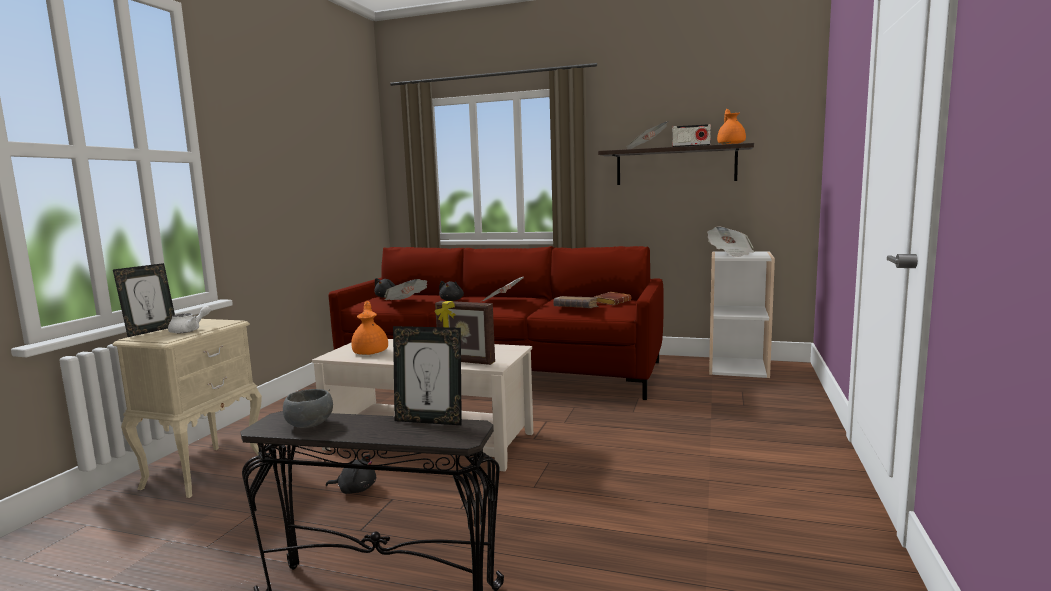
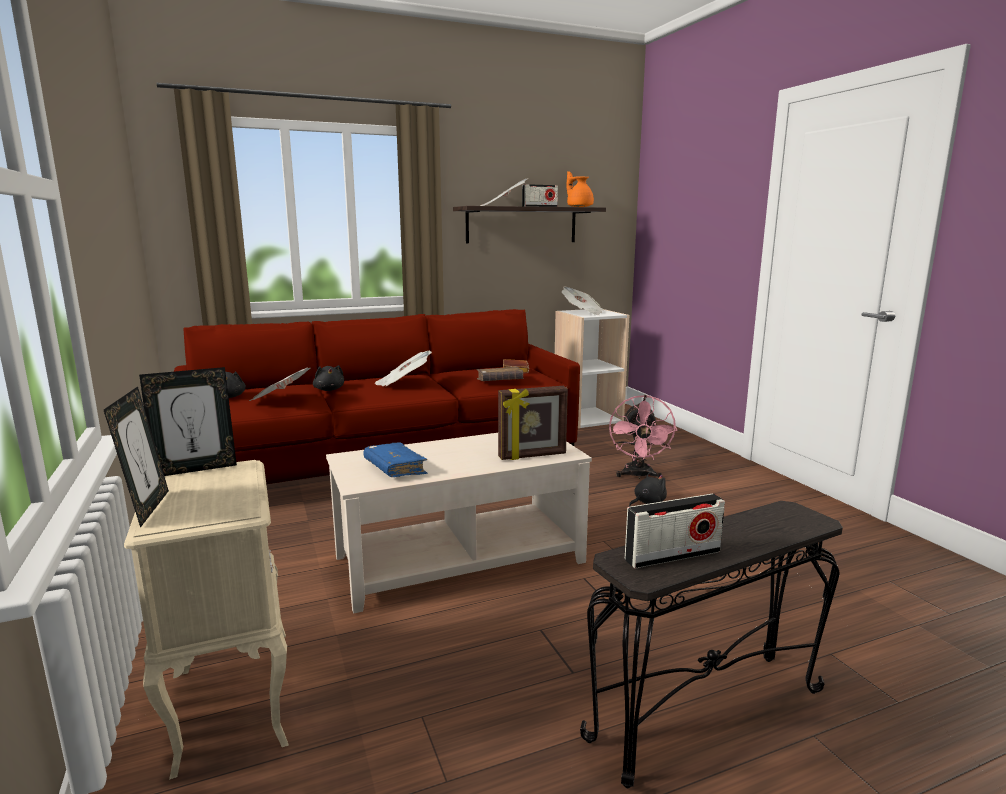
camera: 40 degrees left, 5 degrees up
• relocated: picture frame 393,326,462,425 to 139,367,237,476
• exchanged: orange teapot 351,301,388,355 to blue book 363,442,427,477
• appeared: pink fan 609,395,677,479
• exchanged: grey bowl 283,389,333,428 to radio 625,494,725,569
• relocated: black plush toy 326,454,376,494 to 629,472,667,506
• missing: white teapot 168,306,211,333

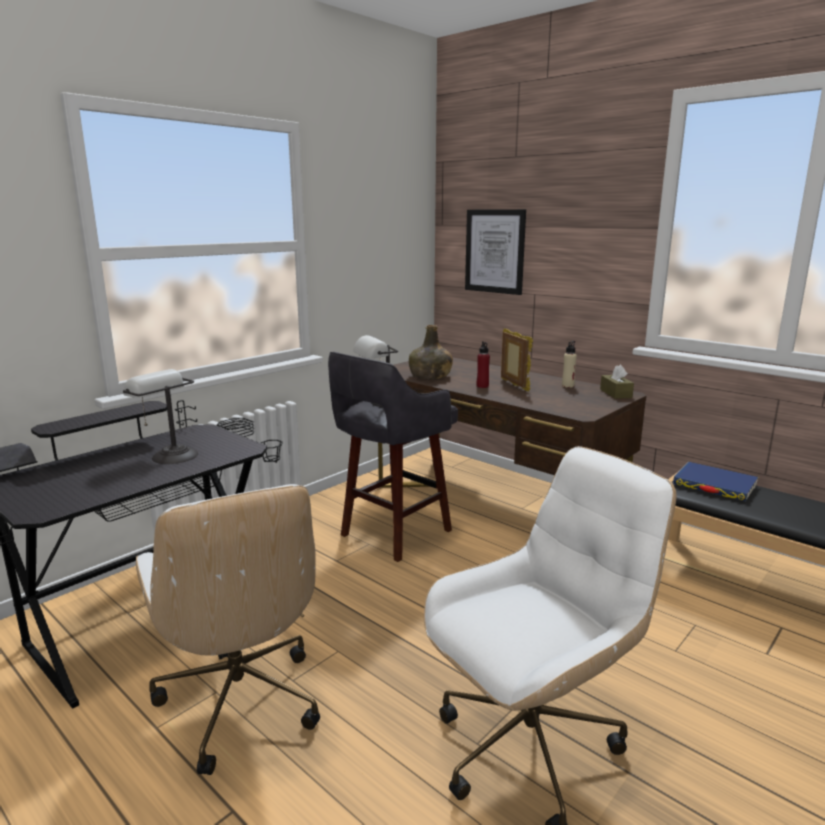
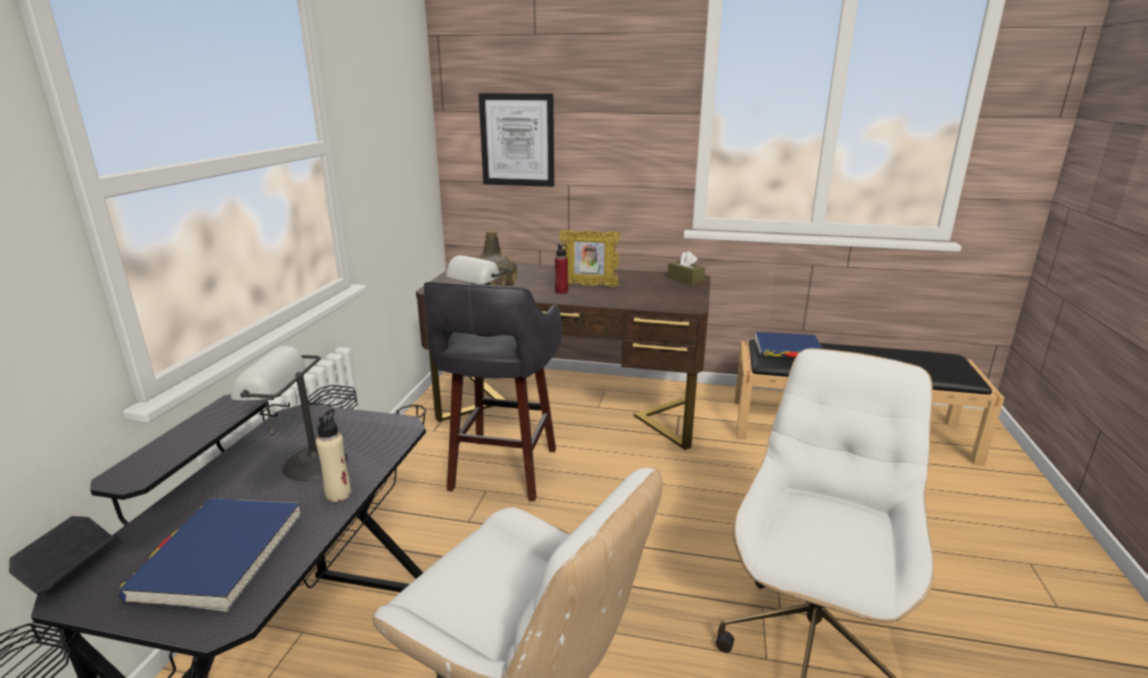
camera: 30 degrees left, 5 degrees up
• appeared: blue book 118,498,301,612
• relocated: beige bottle 562,341,577,388 to 316,409,351,502
• spun: picture frame 501,329,533,392 = 559,230,620,287 150 degrees clockwise

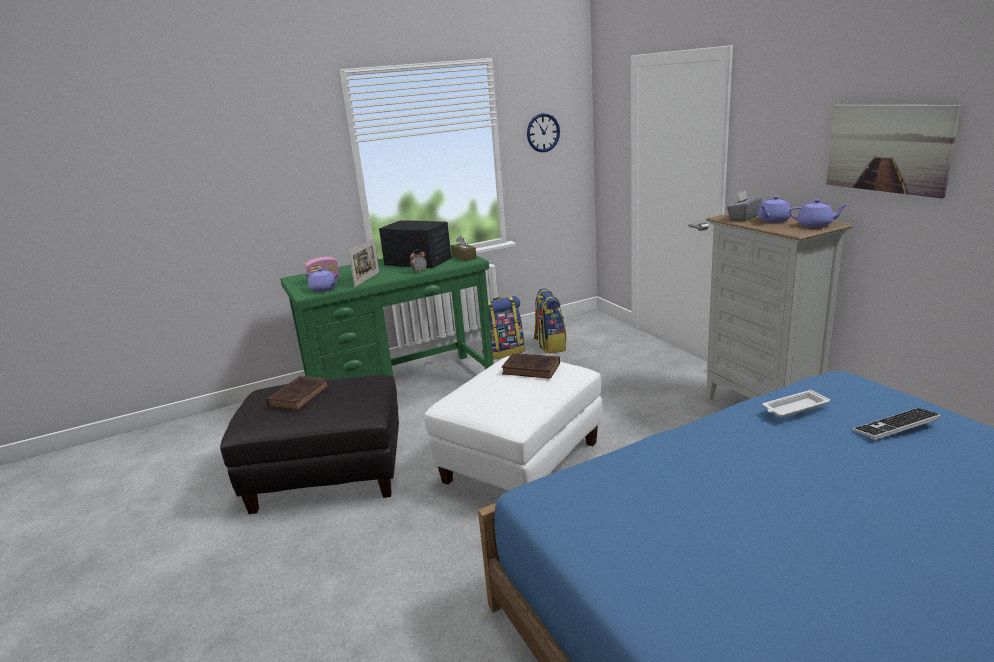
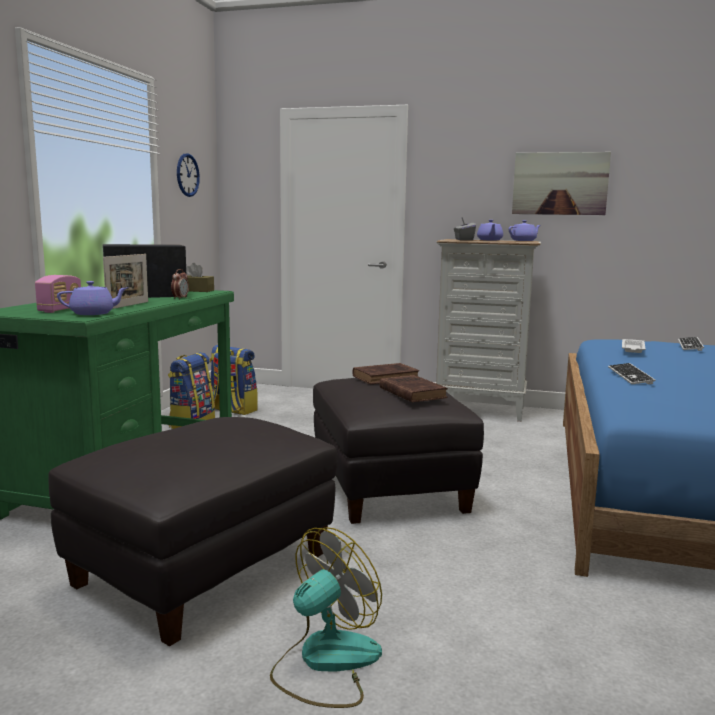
camera: 50 degrees left, 10 degrees down
• spun: picture frame 348,239,379,287 = 103,254,148,309 45 degrees clockwise
• appeared: fan 270,527,382,708
• colour: white ottoman 424,356,603,491 to black ottoman 313,378,484,524
• relocated: brown book 266,376,329,410 to 380,375,448,402
• appeared: keyboard 608,363,656,385

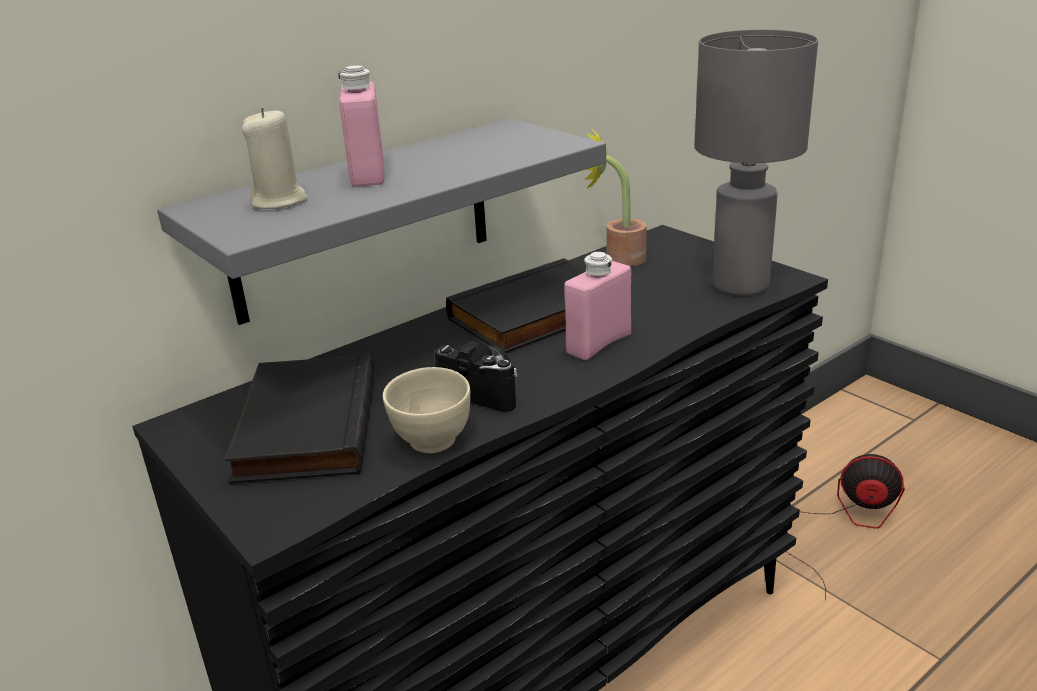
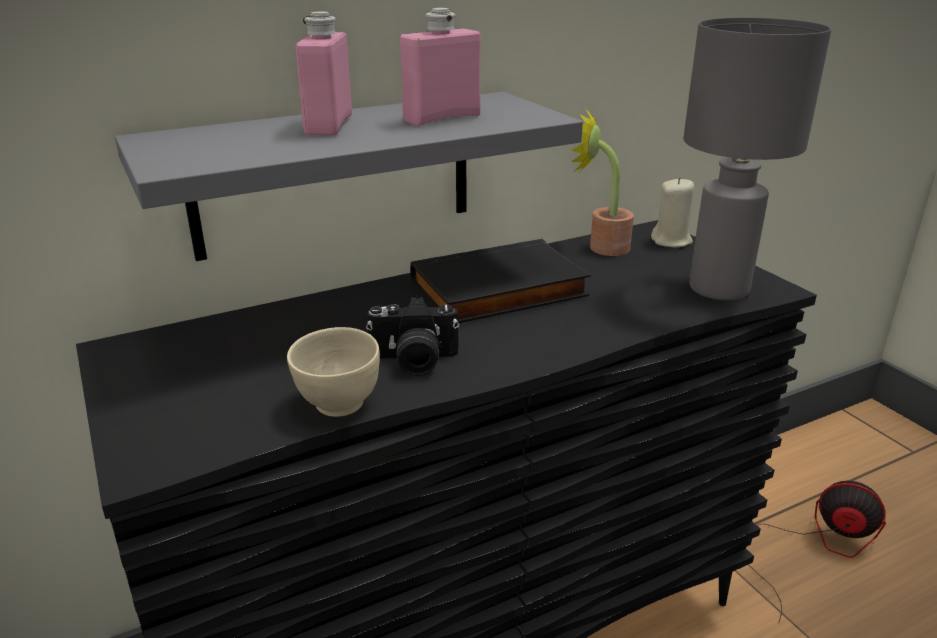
camera: 10 degrees right, 0 degrees up
• spun: photo camera 434,341,518,412 = 366,297,459,376 135 degrees clockwise
• relocated: pink bottle 564,252,632,360 to 400,8,481,126
• relocated: beige candle 242,108,308,209 to 651,177,694,247
• missing: black book 224,353,374,484

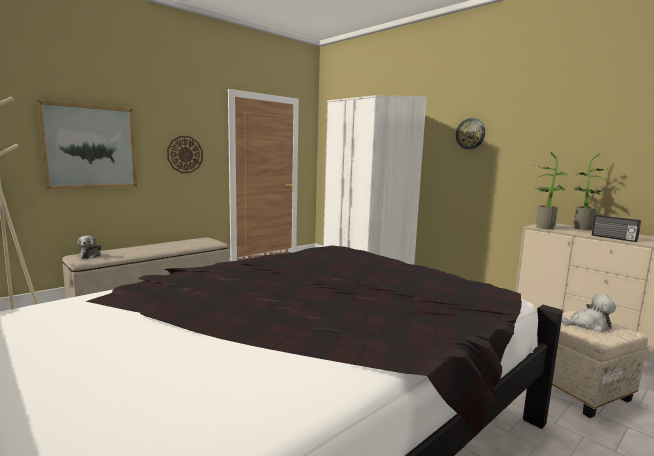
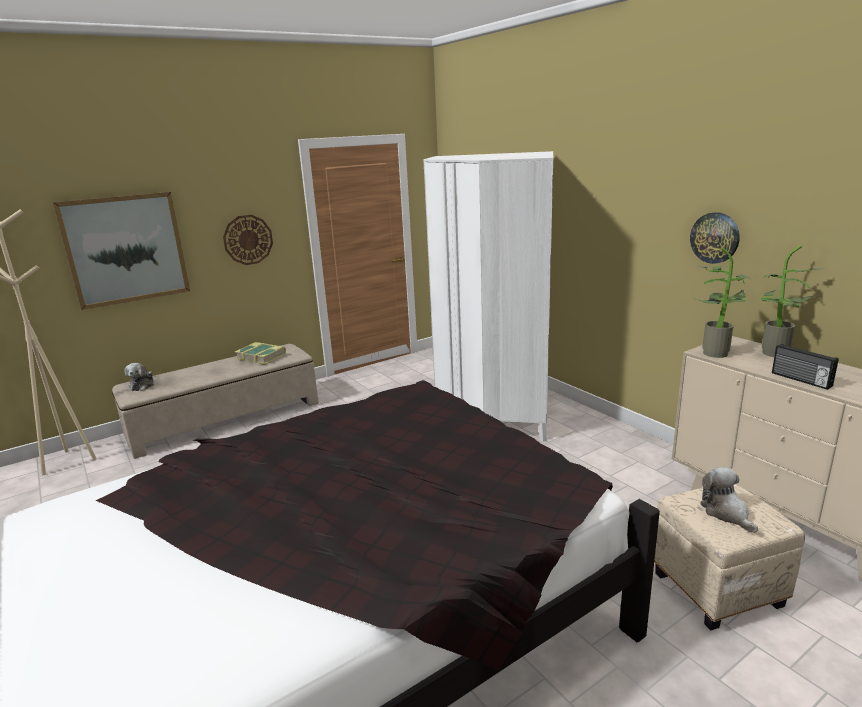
camera: 10 degrees right, 10 degrees up
• appeared: book 235,342,286,365
• relocated: wall clock 456,118,485,149 to 690,212,740,264
• spun: plush toy 561,294,616,332 = 700,467,758,533 120 degrees counterclockwise

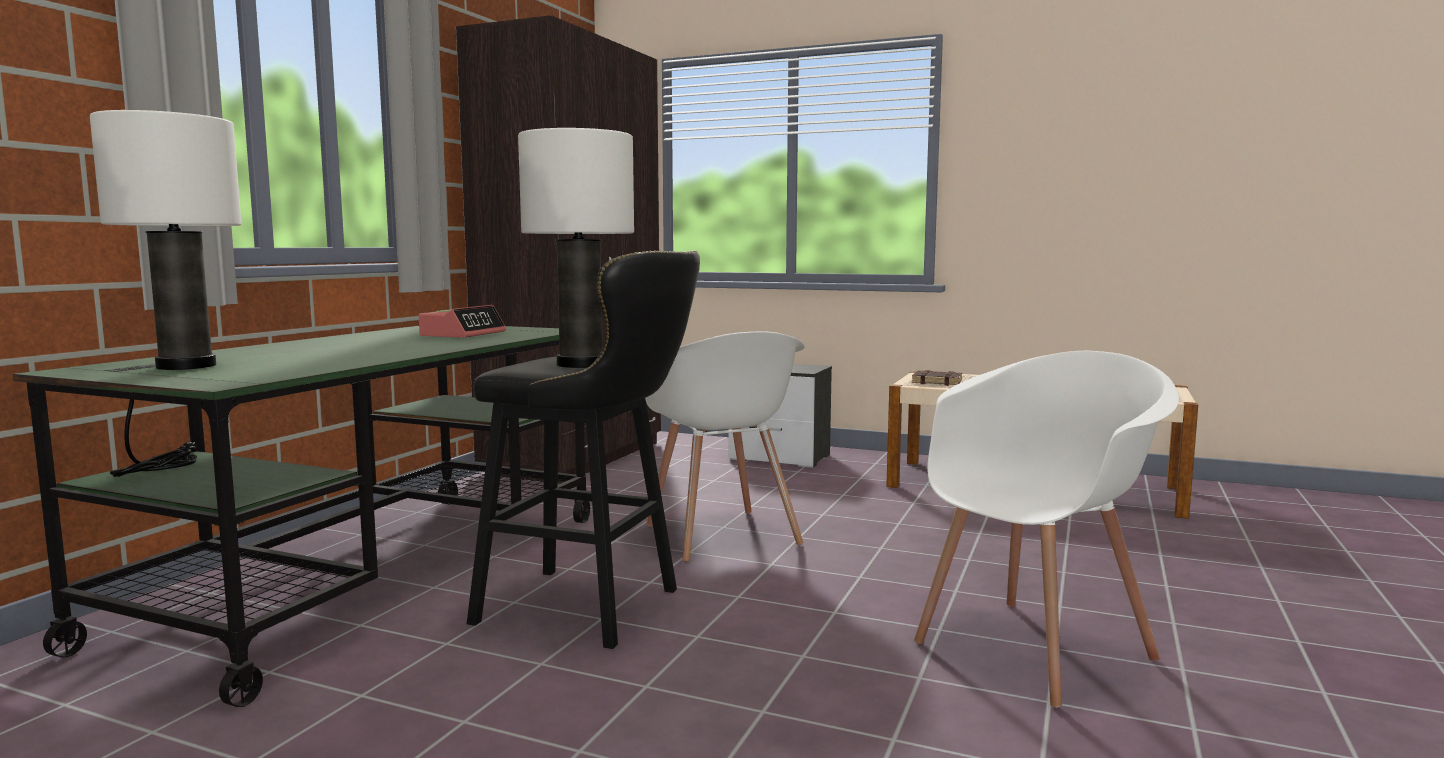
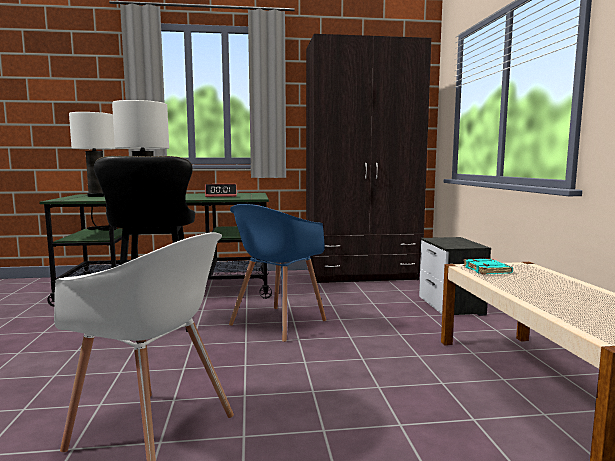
camera: 60 degrees right, 0 degrees up
• colour: white chair 645,331,805,562 to blue chair 229,204,326,342
• colour: brown book 912,370,962,386 to turquoise book 463,258,513,274

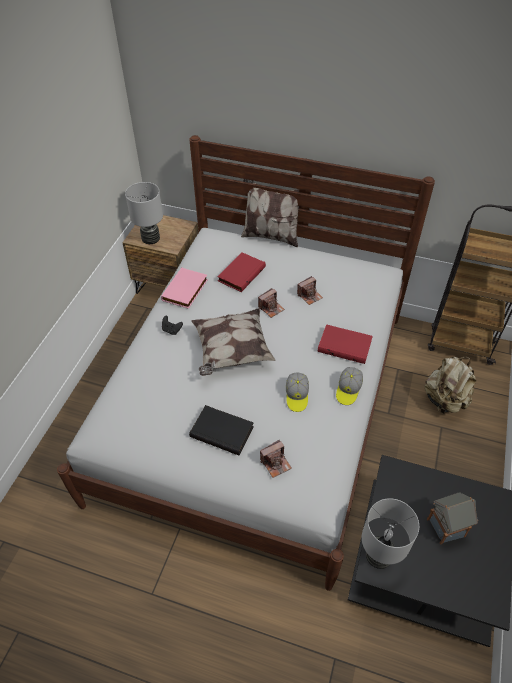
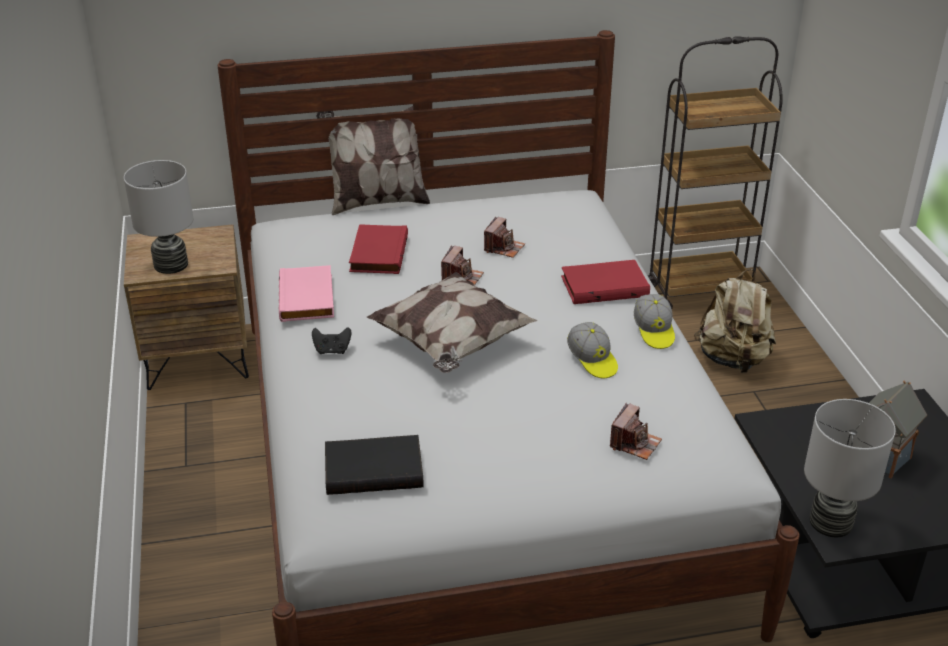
camera: 30 degrees left, 15 degrees down
• relocated: black book 189,405,254,455 to 325,435,424,495

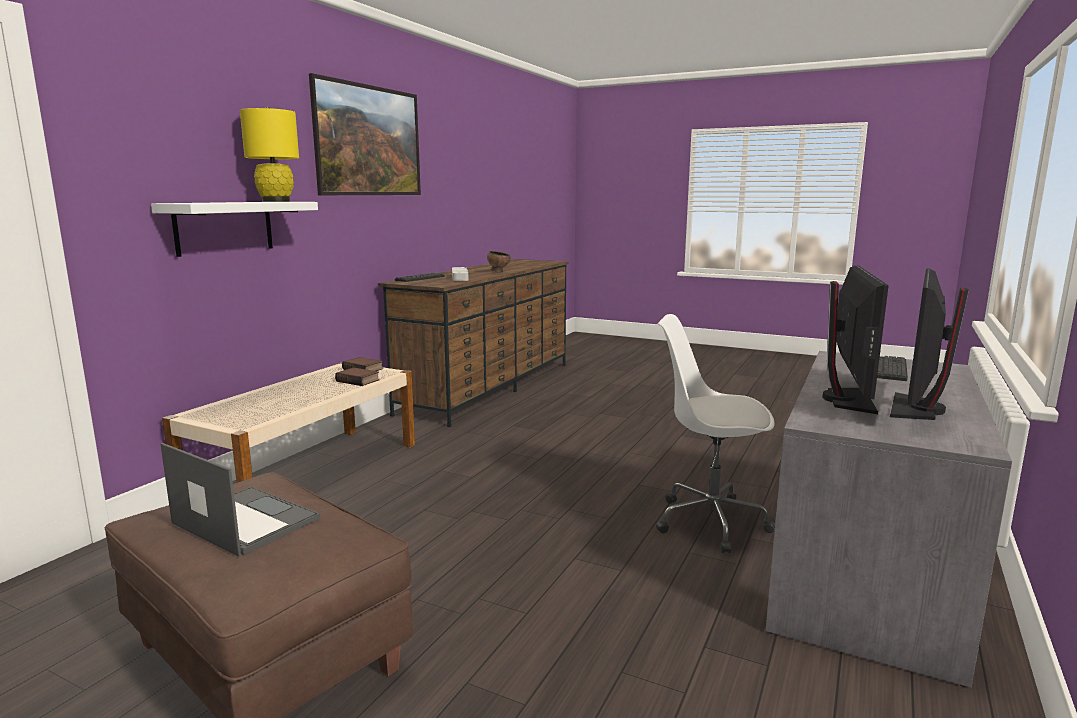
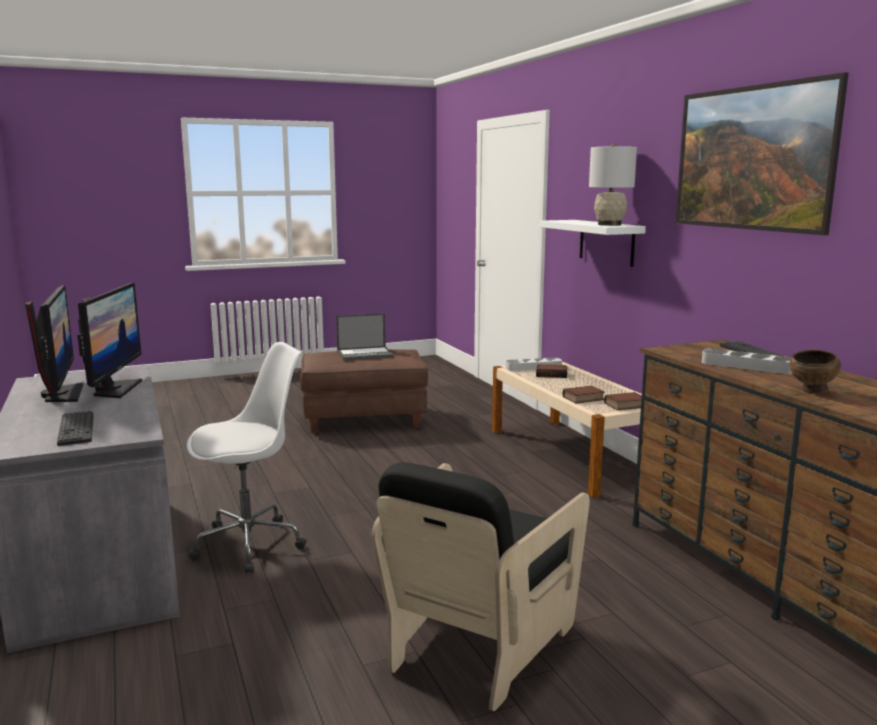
camera: 130 degrees right, 0 degrees up
• spun: monitor 822,265,889,414 = 77,282,142,398 150 degrees counterclockwise
• appeared: black armchair 372,462,590,711
• appeared: grey tray 506,358,562,371
• appeared: book 536,364,567,378
• colour: yellow table lamp 240,107,299,202 to white table lamp 589,143,637,226

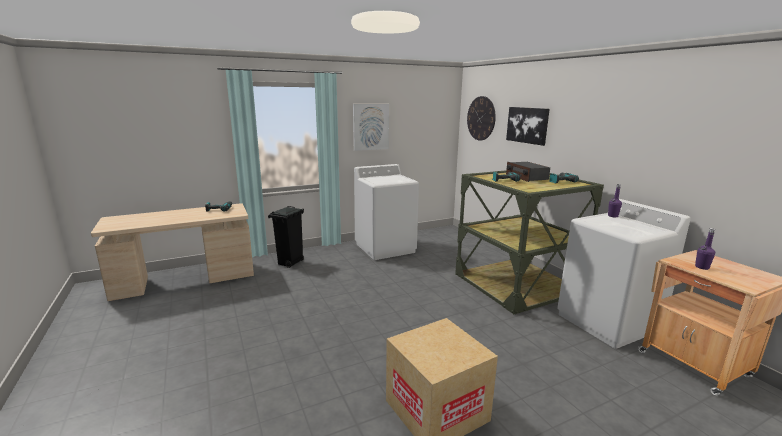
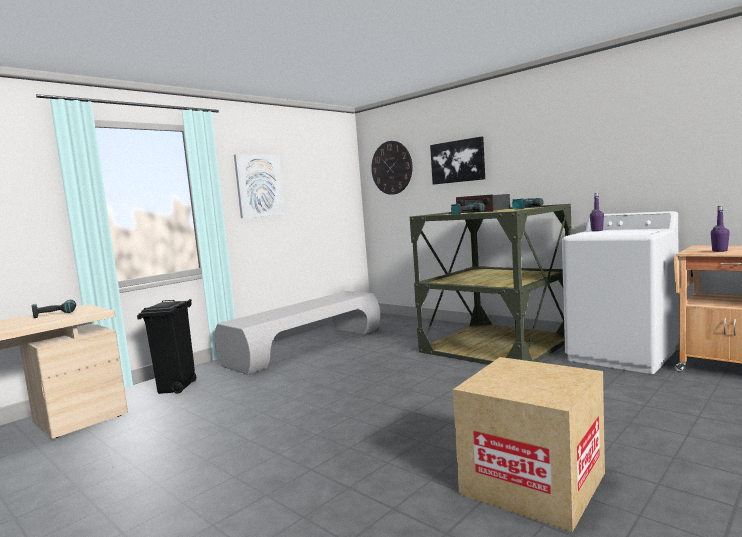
camera: 20 degrees left, 10 degrees down
• exchanged: white washing machine 354,164,419,260 to grey bench 215,291,380,375

